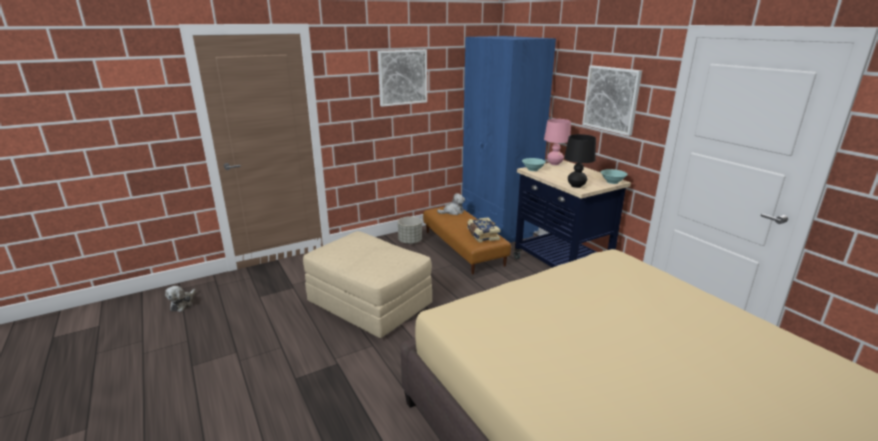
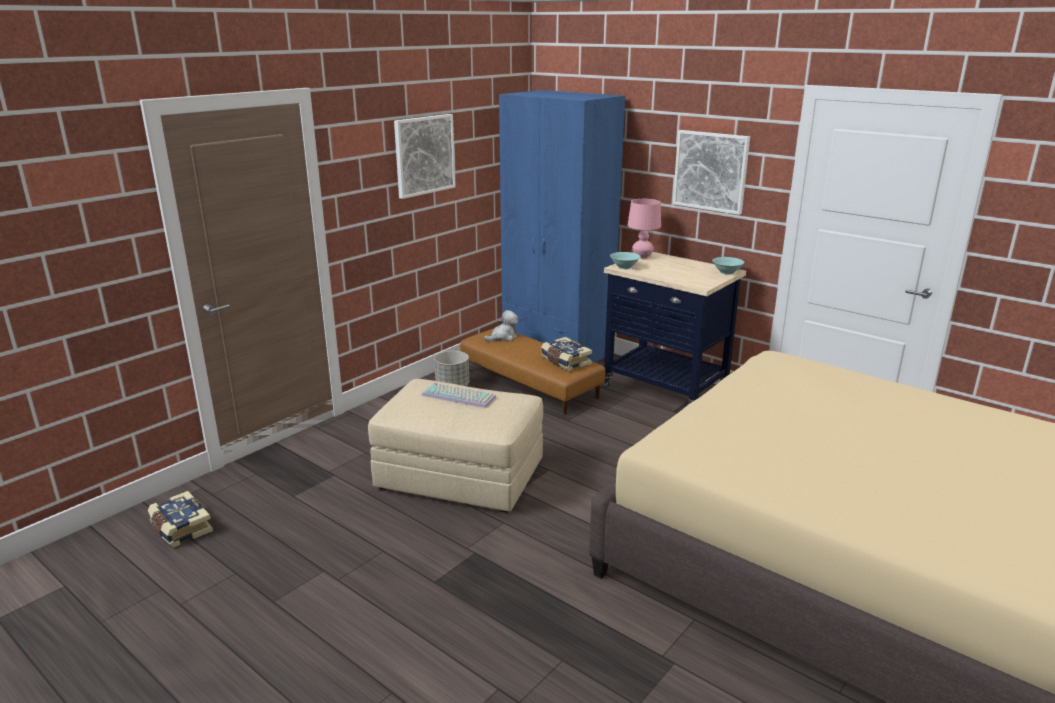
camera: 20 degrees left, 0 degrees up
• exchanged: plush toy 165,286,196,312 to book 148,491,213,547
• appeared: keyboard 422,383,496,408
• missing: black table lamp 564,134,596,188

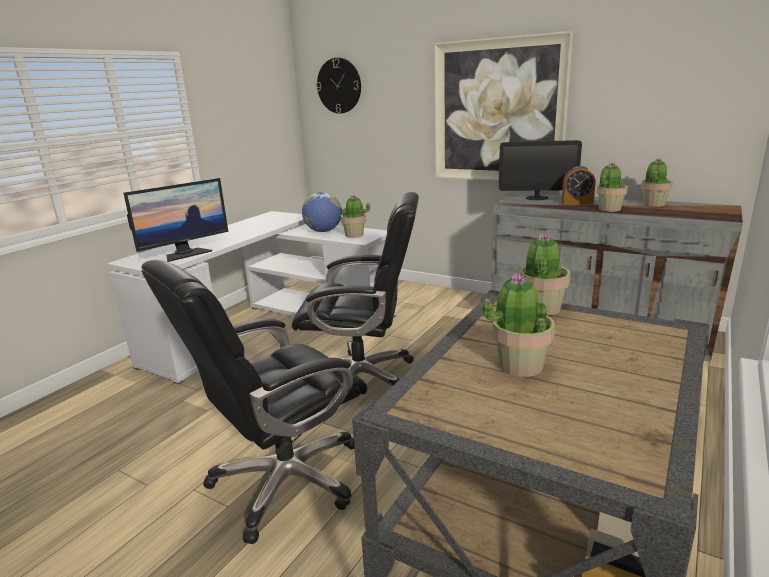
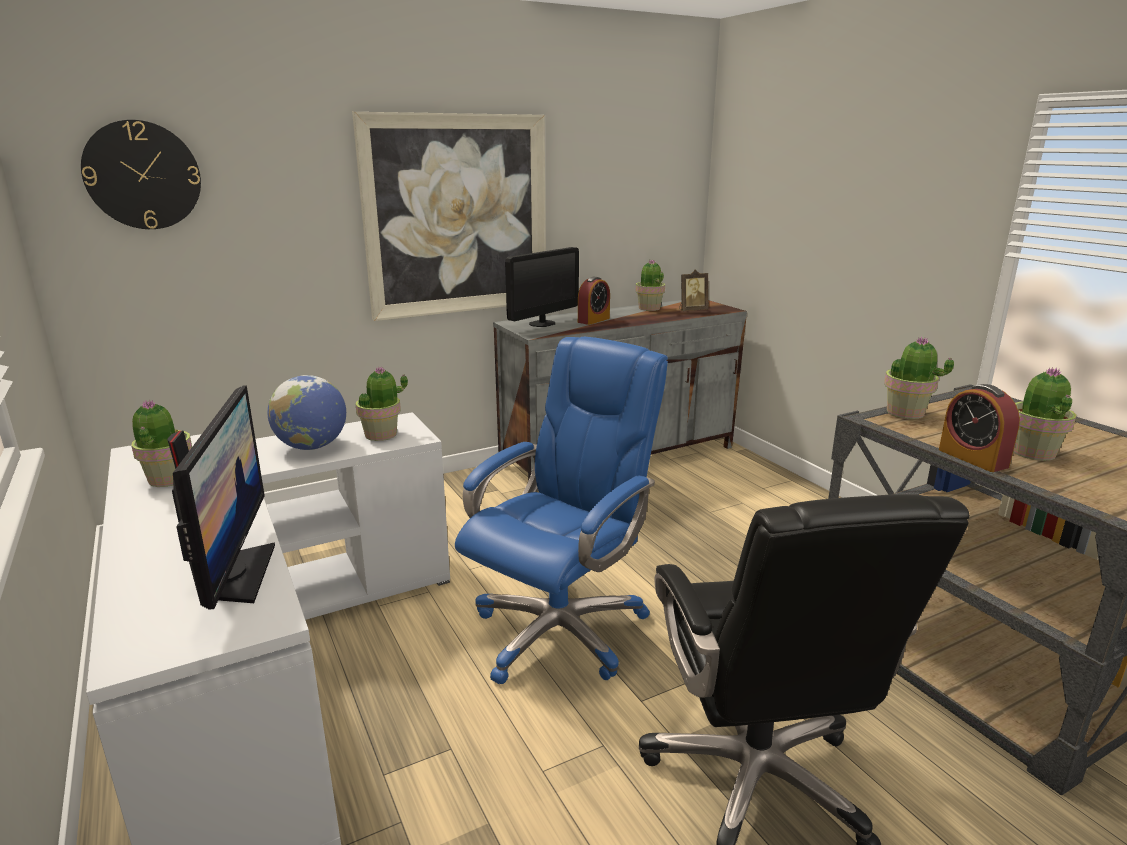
camera: 60 degrees left, 0 degrees up
• relocated: potted plant 596,162,628,212 to 131,399,192,487
• colour: black office chair 292,192,419,386 to blue office chair 455,337,668,684
• appeared: picture frame 679,270,709,311
• appeared: alarm clock 939,384,1020,472

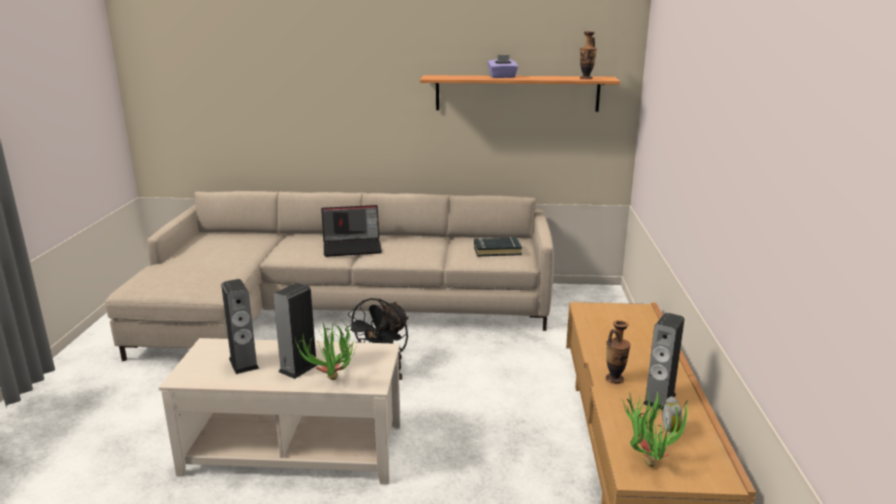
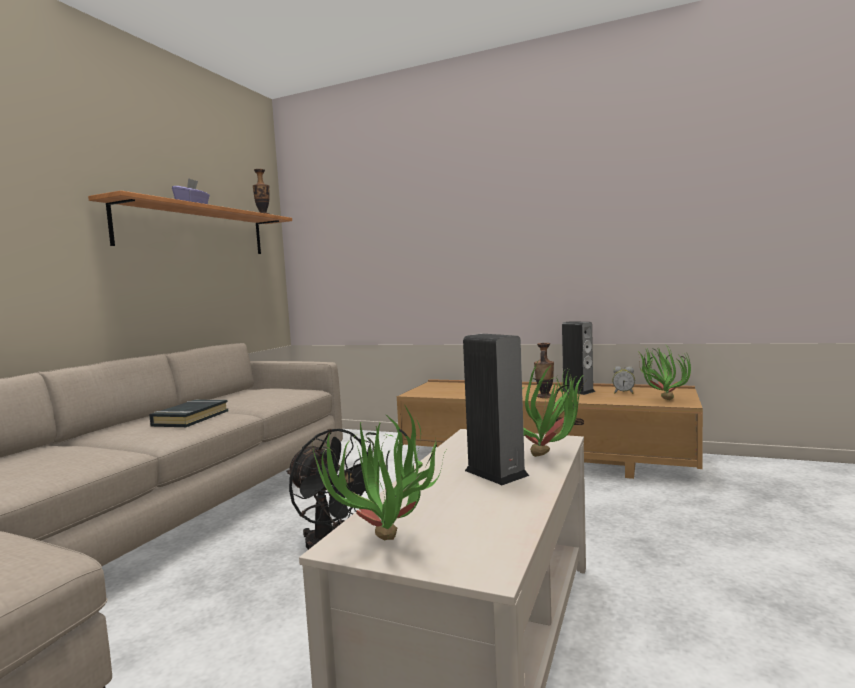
camera: 70 degrees left, 15 degrees down
• relocated: black book 474,237,522,256 to 149,400,228,427
• appeared: potted plant 313,406,444,540
• missing: speaker 221,279,259,374
• missing: laptop 321,205,382,257

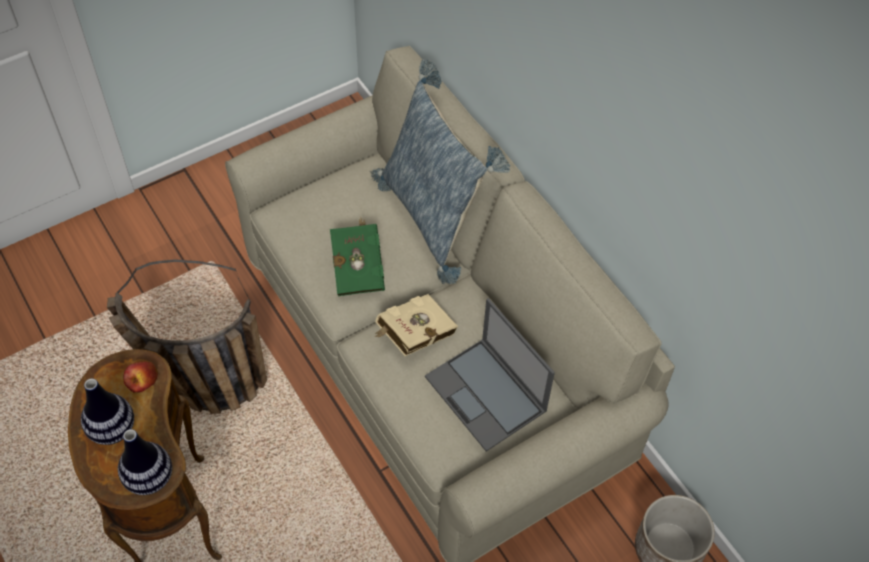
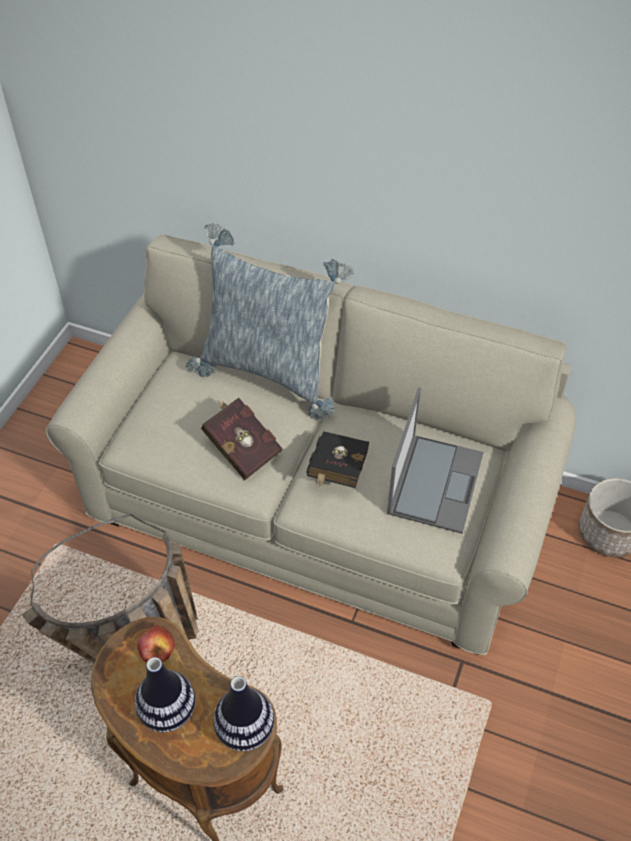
camera: 35 degrees left, 5 degrees down
• colour: green book 330,217,385,296 to red book 201,398,283,480
• colour: beige book 375,294,458,356 to black book 307,431,369,488
• spun: laptop 425,298,555,452 = 387,387,484,534 90 degrees counterclockwise

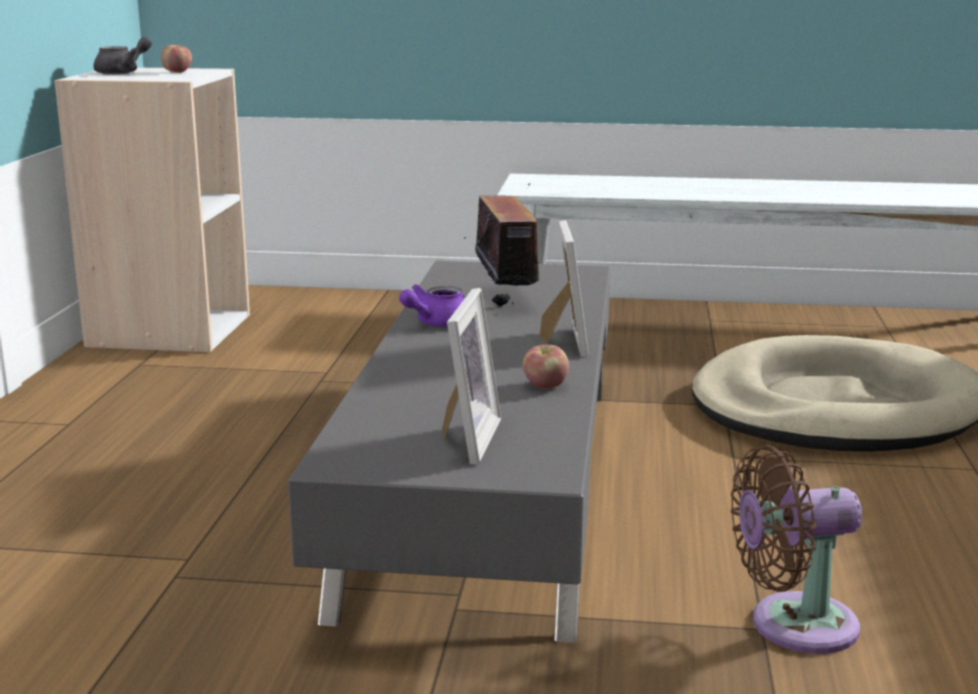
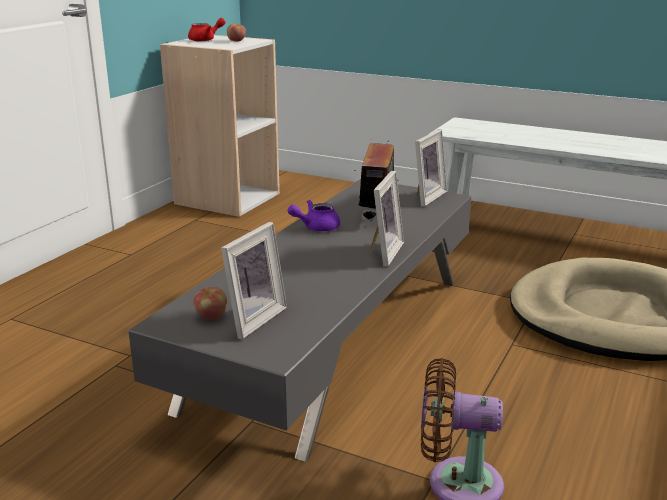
camera: 20 degrees right, 5 degrees up
• colour: grey teapot 94,37,152,75 to red teapot 188,18,225,41
• relocated: apple 523,345,569,389 to 193,287,227,319
• appeared: picture frame 415,129,447,207

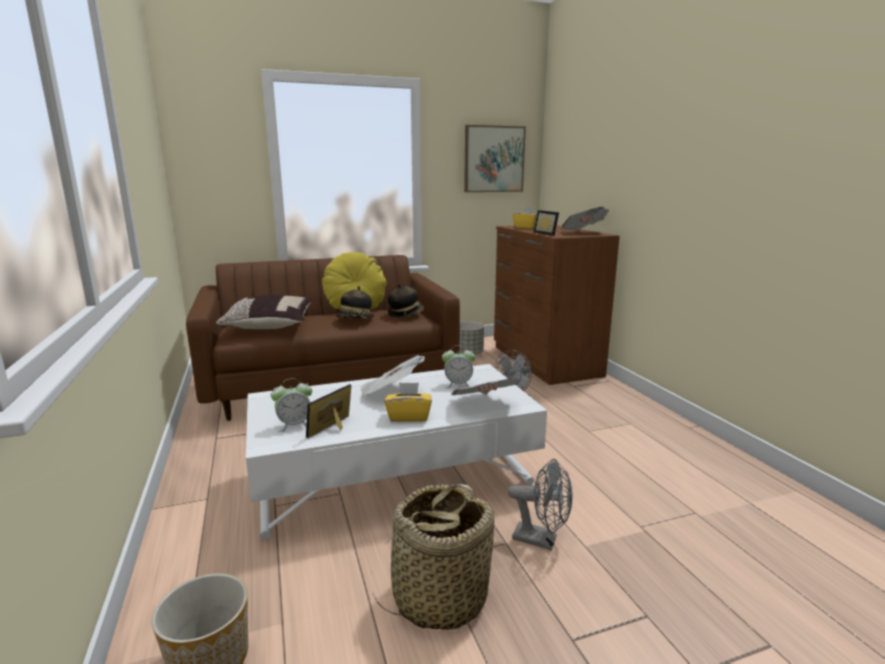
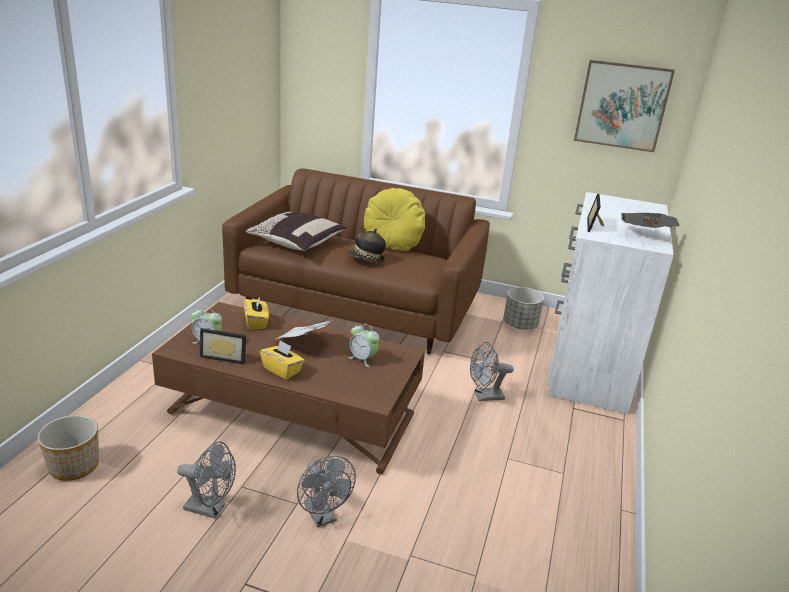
camera: 35 degrees right, 10 degrees up
• colour: white coffee table 246,364,547,540 to brown coffee table 152,302,425,474
• exchanged: basket 371,484,494,630 to grey fan 177,441,236,519
• spun: picture frame 306,384,352,438 = 200,328,246,365 150 degrees counterclockwise
• relocated: yellow tissue box 512,207,537,229 to 244,296,269,330
• colour: brown dresser 494,225,620,385 to white dresser 546,192,674,414
• missing: hat 388,284,424,318
• missing: newspaper 451,379,520,395

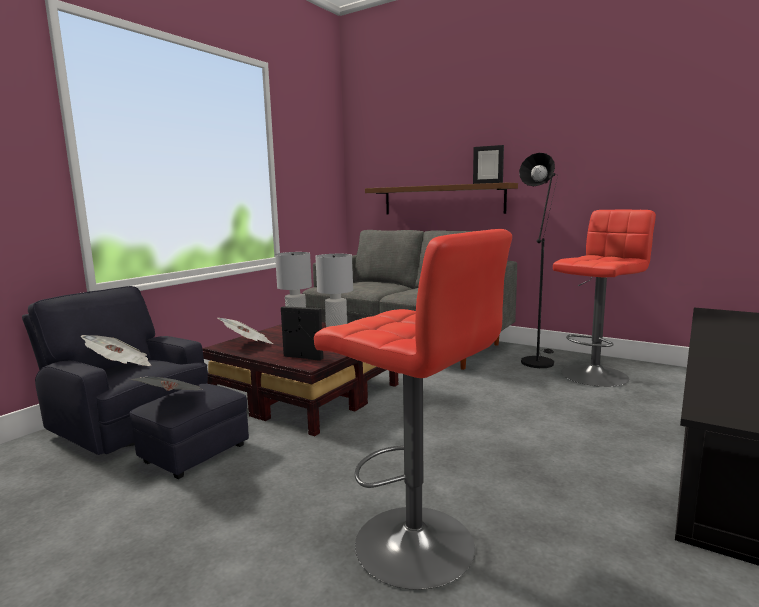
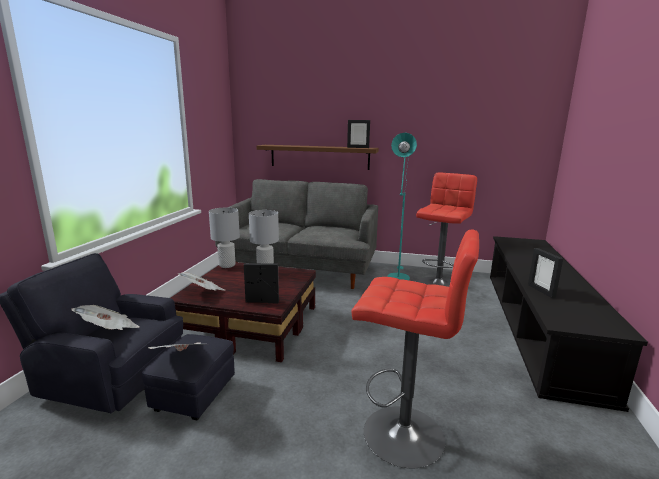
camera: 20 degrees left, 5 degrees up
• colour: black floor lamp 519,153,558,368 to turquoise floor lamp 387,133,417,280
• appeared: picture frame 528,248,563,298

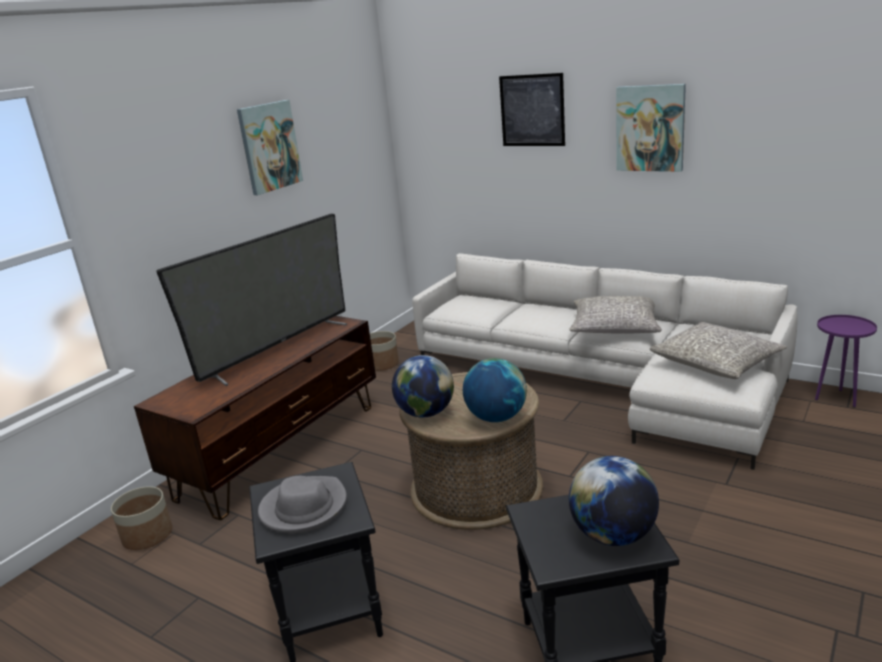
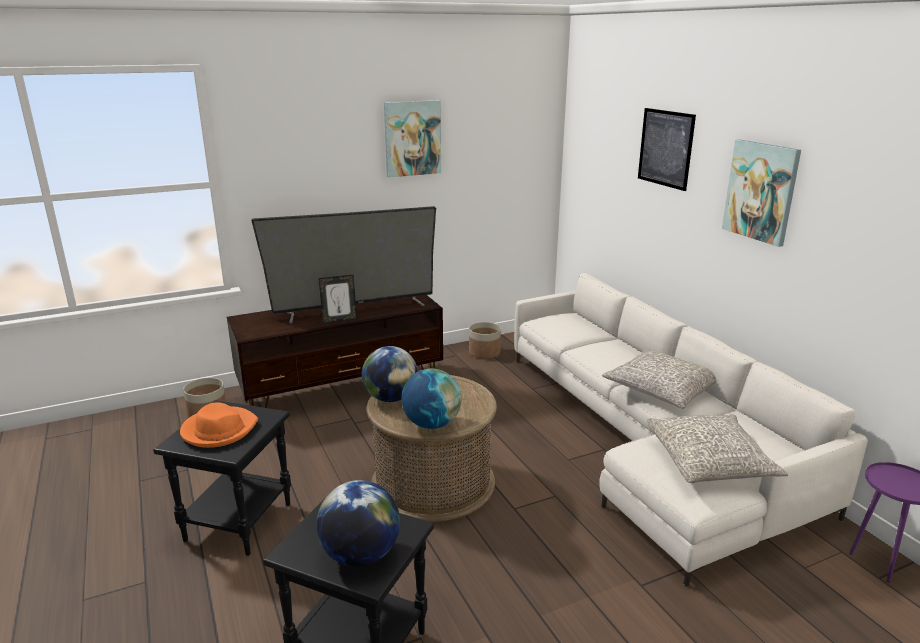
camera: 30 degrees right, 0 degrees up
• colour: grey hat 258,476,347,534 to orange hat 180,402,258,448
• appeared: picture frame 319,275,357,324

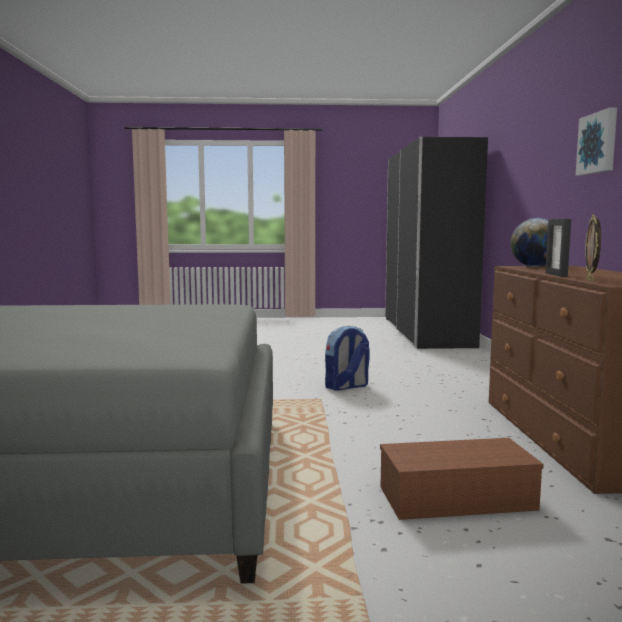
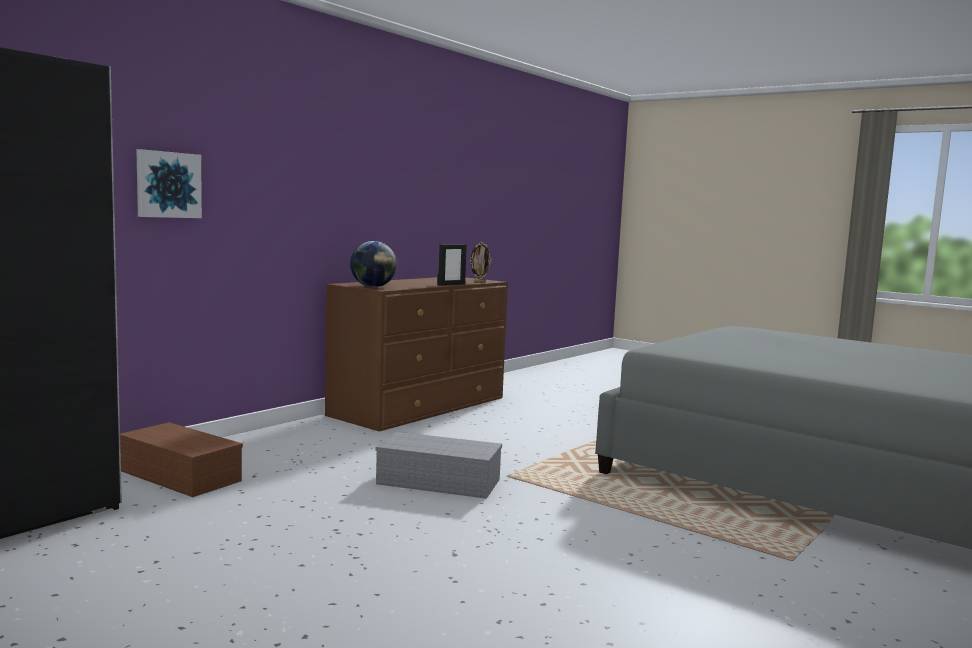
camera: 140 degrees left, 0 degrees up
• relocated: brown storage box 380,438,544,520 to 120,422,243,497
• relocated: picture 576,107,617,176 to 136,149,202,218
• exchanged: backpack 325,326,370,391 to grey storage box 376,432,502,499

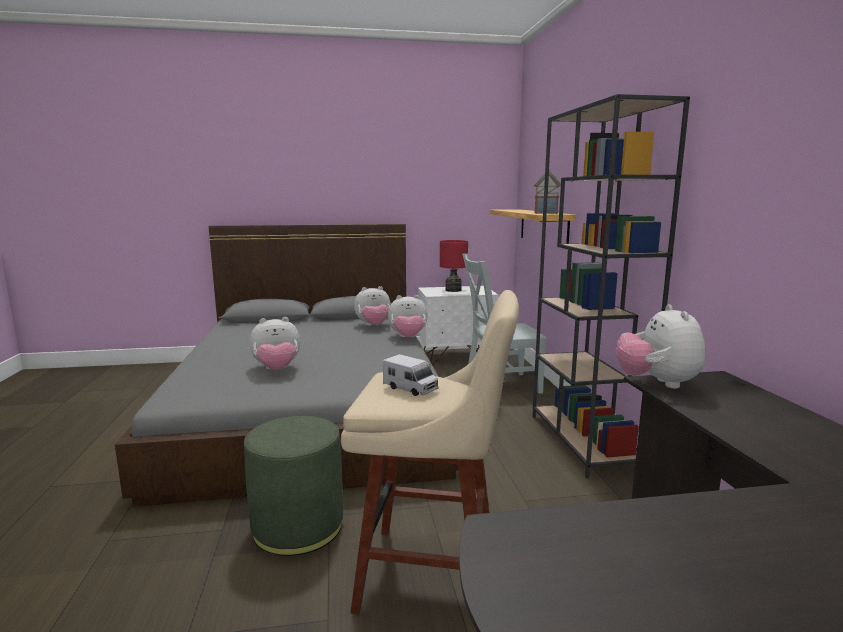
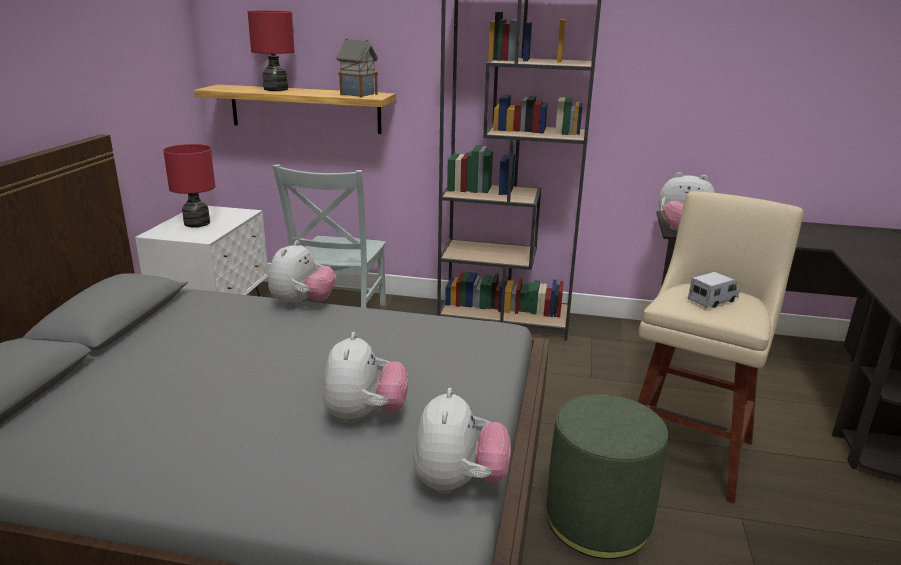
camera: 70 degrees left, 10 degrees up
• appeared: red table lamp 248,11,295,91
• relocated: plush toy 354,286,391,326 to 413,388,511,494

